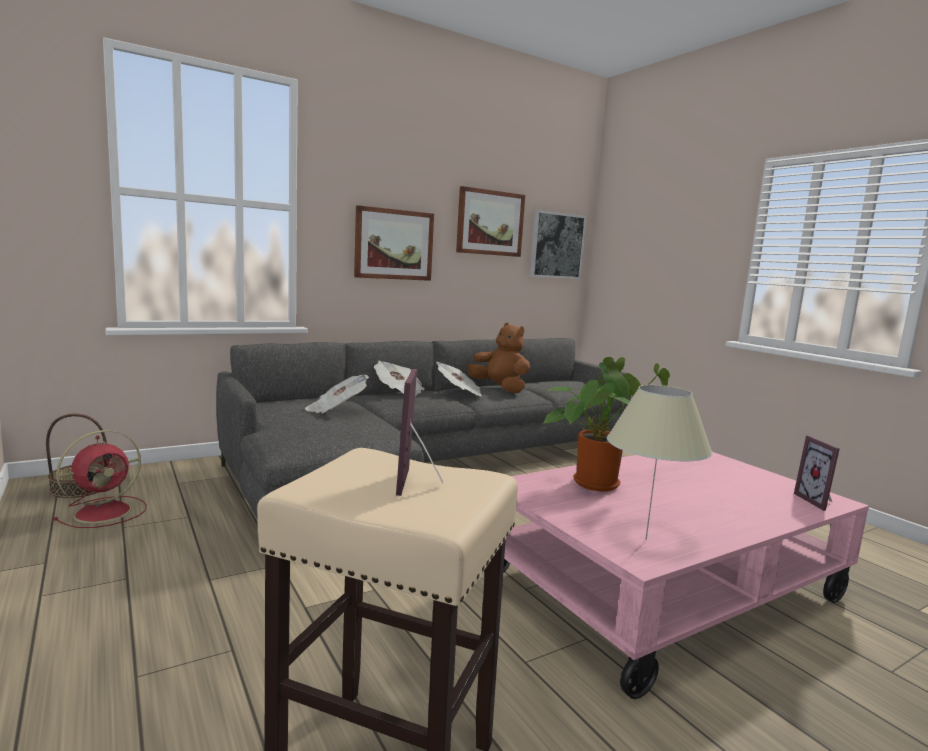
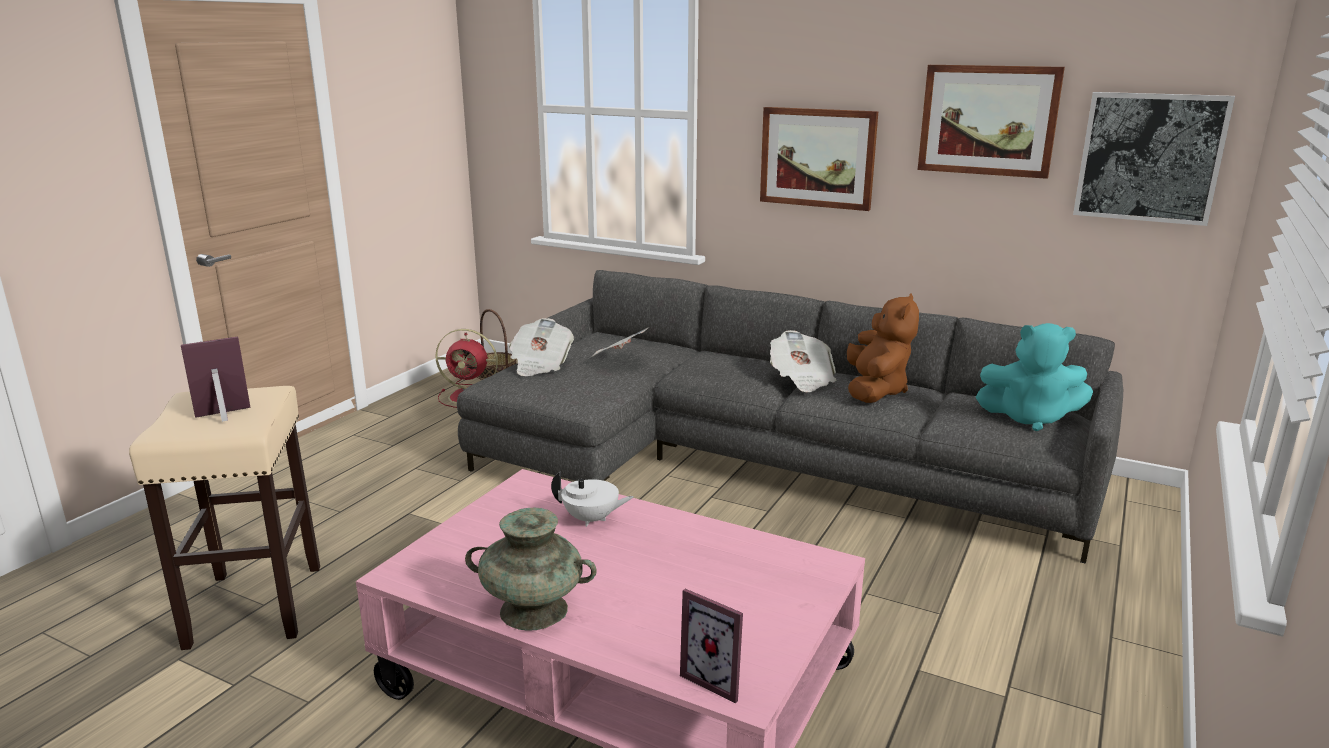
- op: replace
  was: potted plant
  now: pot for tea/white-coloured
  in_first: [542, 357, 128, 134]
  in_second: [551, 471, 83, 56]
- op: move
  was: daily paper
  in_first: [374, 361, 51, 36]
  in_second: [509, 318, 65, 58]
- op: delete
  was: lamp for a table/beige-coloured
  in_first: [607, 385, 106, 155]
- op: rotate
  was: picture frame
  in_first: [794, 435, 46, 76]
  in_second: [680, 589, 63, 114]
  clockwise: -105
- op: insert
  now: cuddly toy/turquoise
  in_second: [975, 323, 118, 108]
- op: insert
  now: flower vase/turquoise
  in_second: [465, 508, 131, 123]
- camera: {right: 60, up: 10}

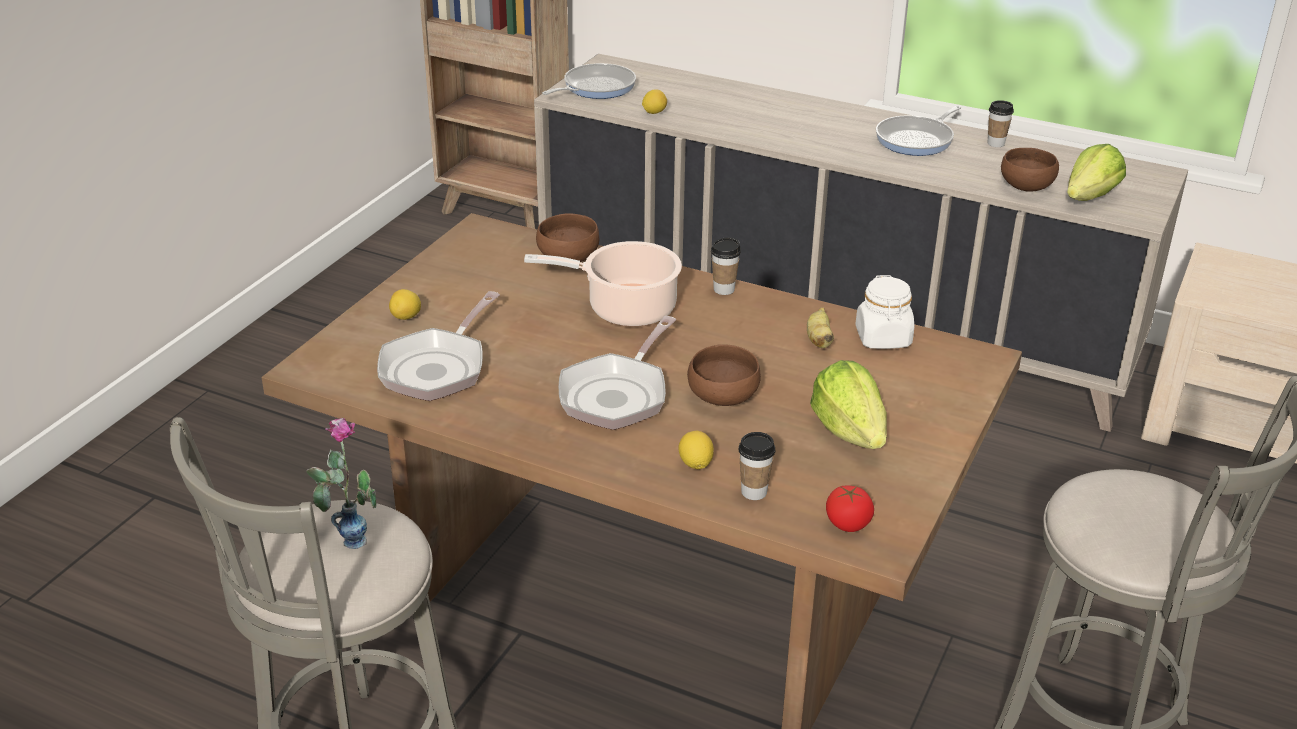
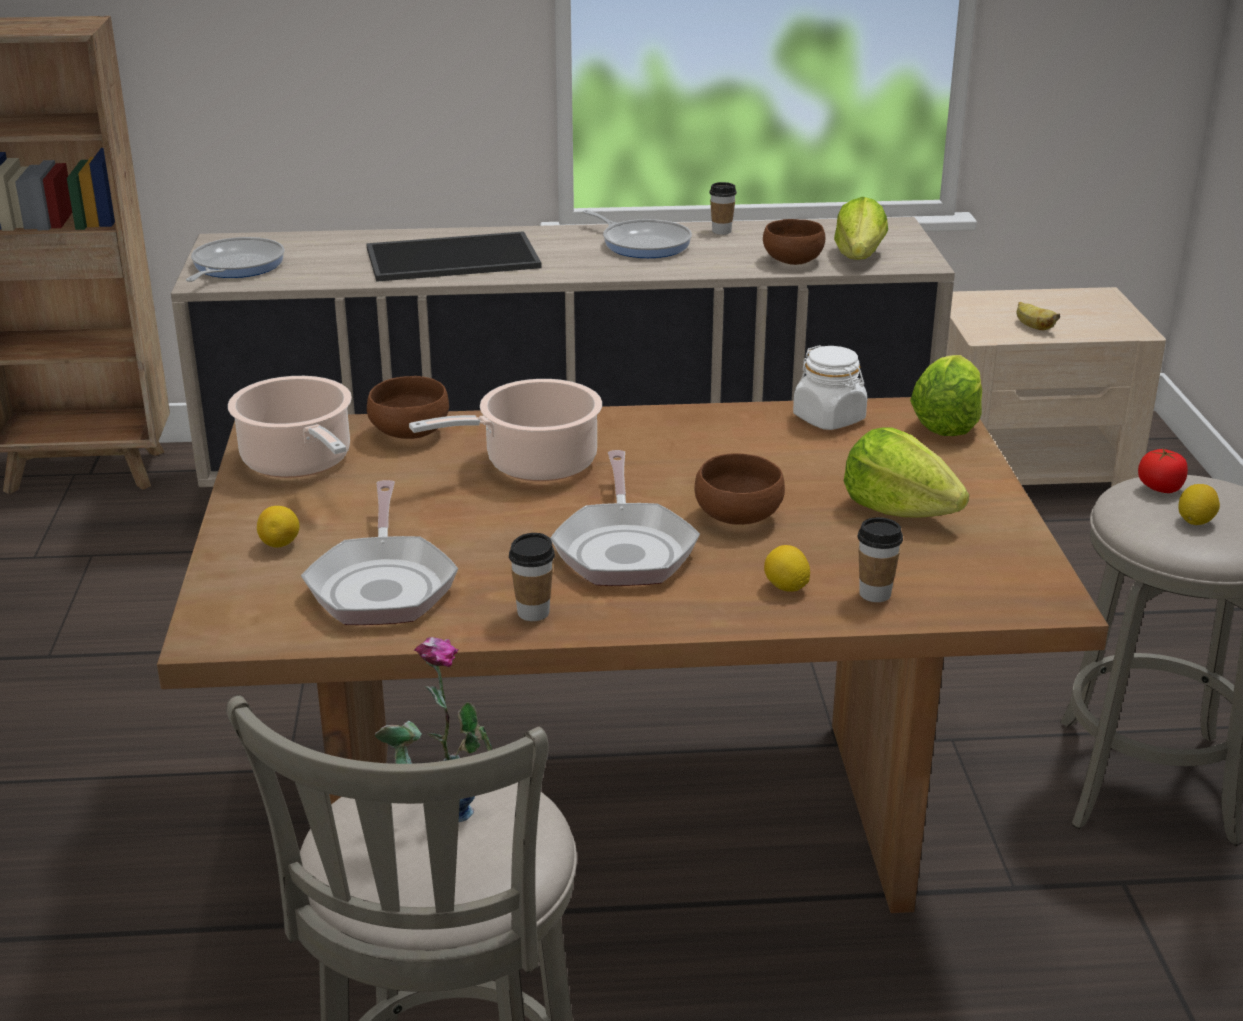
- op: move
  was: whole lemon
  in_first: [642, 89, 25, 25]
  in_second: [1178, 484, 42, 41]
- op: rotate
  was: pan
  in_first: [876, 106, 85, 50]
  in_second: [582, 210, 110, 48]
  clockwise: -60
- op: move
  was: small cup
  in_first: [711, 237, 30, 58]
  in_second: [509, 533, 46, 88]
- op: move
  was: banana fruit
  in_first: [807, 307, 27, 41]
  in_second: [1016, 302, 44, 28]
- op: move
  was: fresh tomato
  in_first: [826, 485, 48, 47]
  in_second: [1138, 448, 50, 45]
- op: insert
  now: serving tray
  in_second: [366, 231, 176, 51]
- op: insert
  now: head of lettuce
  in_second: [910, 355, 72, 81]
- op: insert
  now: saucepot
  in_second: [228, 376, 124, 102]
- camera: {right: -30, up: -5}

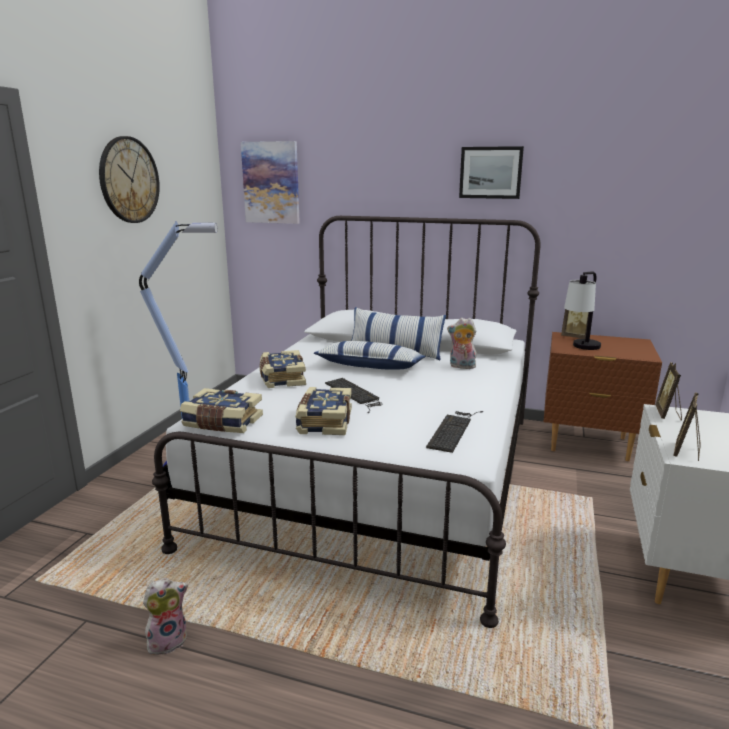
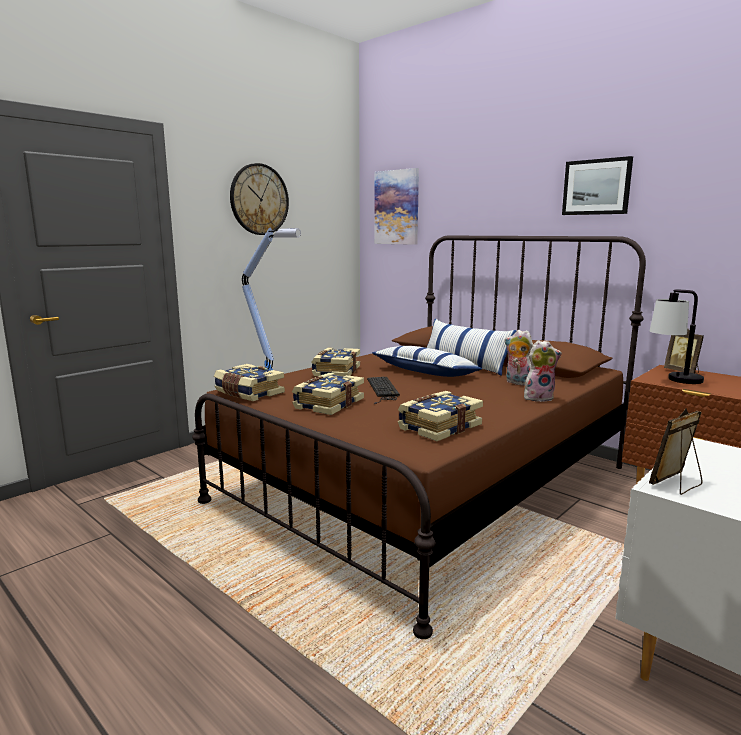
- op: recolor
  was: bedroom bed/white-coloured
  now: bedroom bed/brownish
  in_first: [152, 216, 388, 412]
  in_second: [192, 236, 454, 403]
- op: delete
  was: picture frame
  in_first: [655, 362, 27, 59]
- op: replace
  was: computer keyboard
  now: volume
  in_first: [426, 411, 57, 42]
  in_second: [398, 391, 85, 50]
- op: move
  was: cuddly toy
  in_first: [143, 577, 45, 78]
  in_second: [524, 340, 38, 62]
- camera: {right: 25, up: -5}

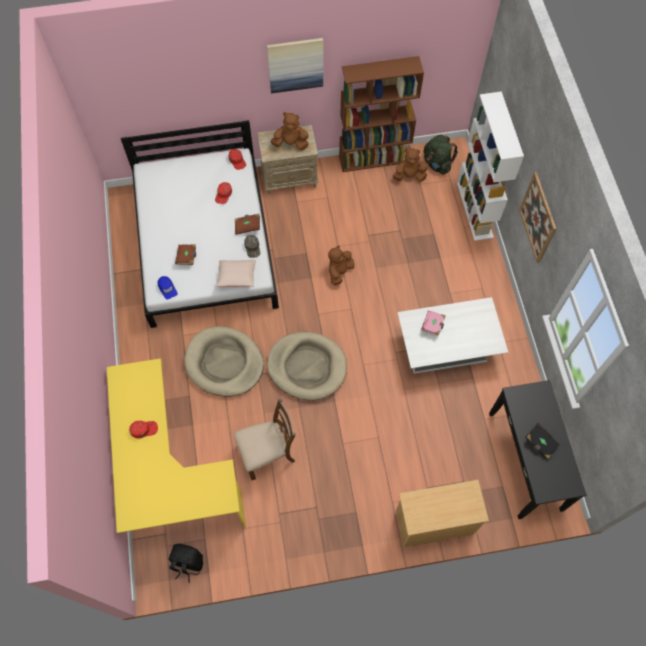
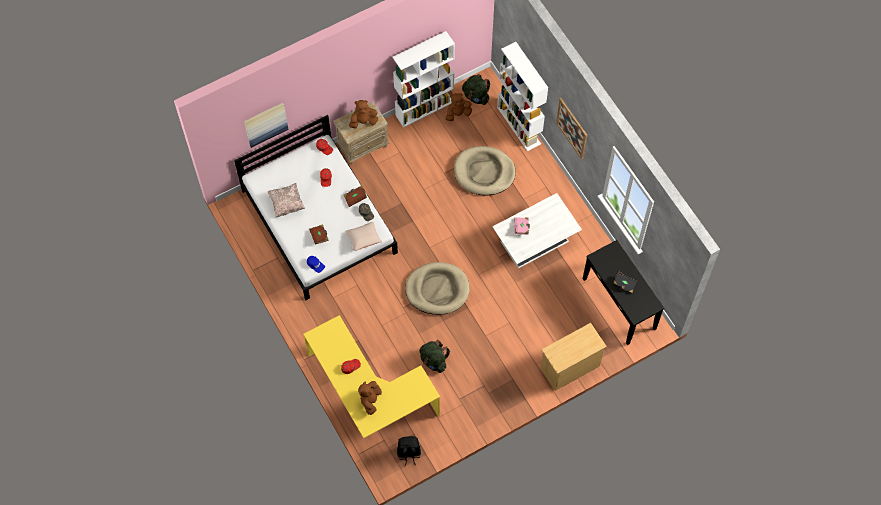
- op: move
  was: wall picture
  in_first: [267, 38, 56, 55]
  in_second: [244, 103, 45, 45]
- op: recolor
  was: bookshelf/brownish
  now: bookshelf/white-coloured
  in_first: [339, 56, 85, 116]
  in_second: [392, 31, 63, 97]
- op: move
  was: cuddly toy/brownish
  in_first: [328, 245, 26, 40]
  in_second: [358, 381, 24, 34]
- op: move
  was: dog bed/beige-coloured
  in_first: [184, 326, 80, 71]
  in_second: [454, 146, 62, 50]
- op: replace
  was: chair/brownish
  now: rucksack/greenish
  in_first: [234, 399, 62, 81]
  in_second: [419, 340, 31, 33]
- op: insert
  now: throw pillow/beige-coloured
  in_second: [267, 183, 38, 35]
- camera: {right: -20, up: 0}

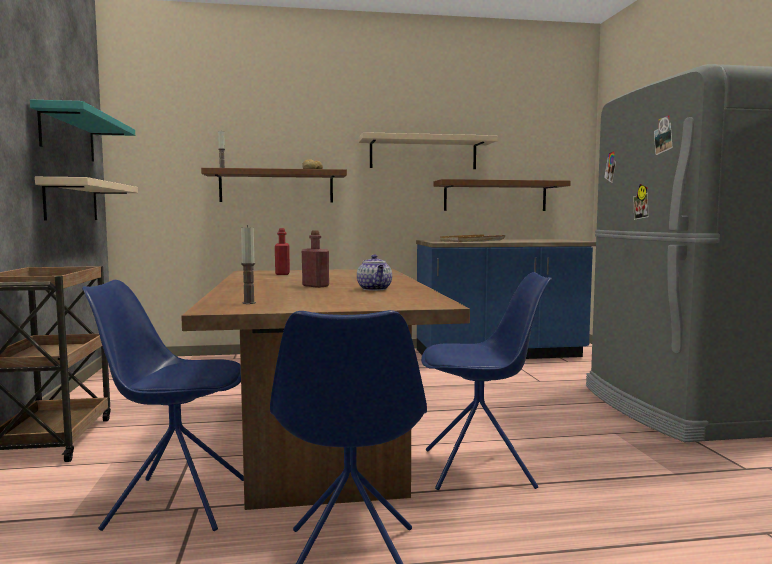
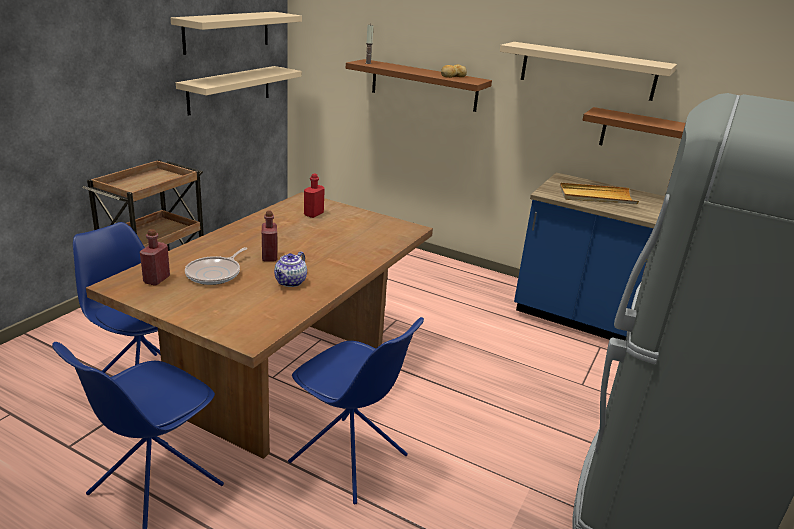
- op: recolor
  was: shelf/turquoise
  now: shelf/beige-coloured
  in_first: [30, 99, 105, 62]
  in_second: [171, 12, 131, 43]
- op: replace
  was: wax light
  now: drink bottle/reddish
  in_first: [241, 225, 15, 79]
  in_second: [140, 229, 30, 57]
- op: insert
  now: pan
  in_second: [185, 247, 62, 38]
- camera: {right: 35, up: 20}

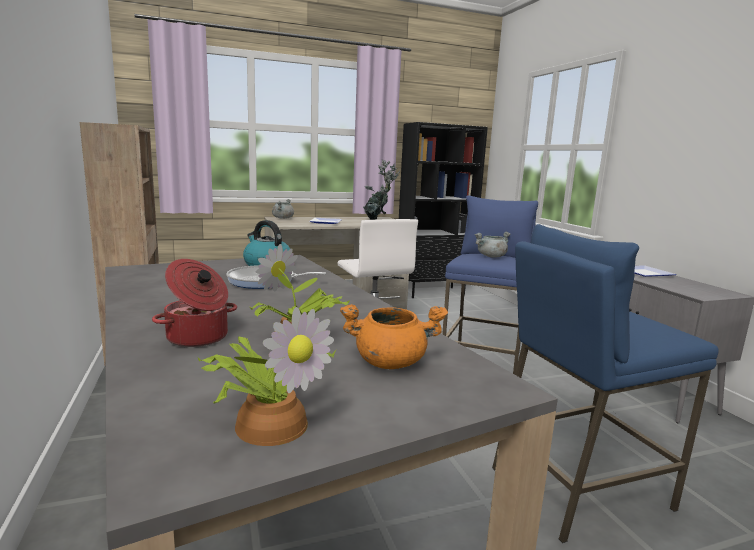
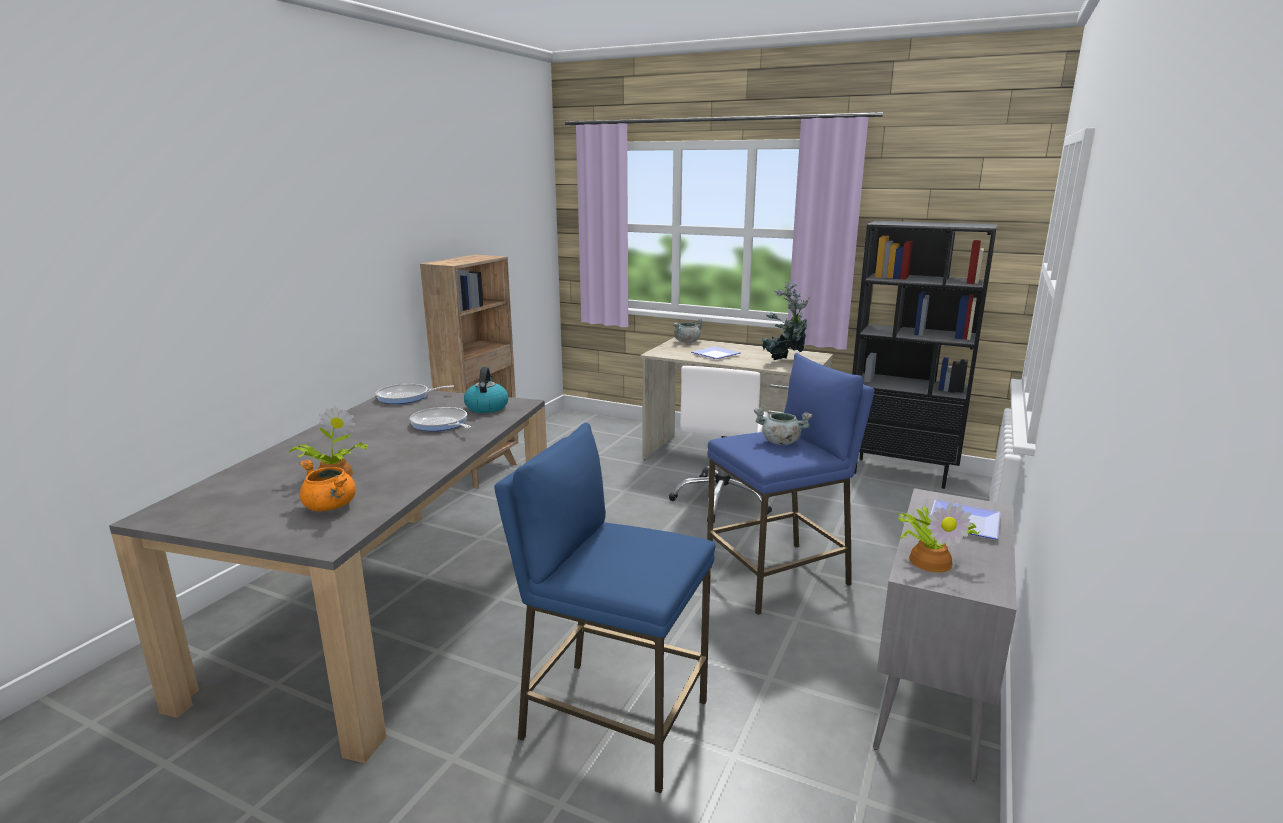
- op: delete
  was: saucepot
  in_first: [152, 259, 85, 88]
- op: move
  was: potted plant
  in_first: [198, 307, 138, 139]
  in_second: [897, 502, 83, 70]
- op: insert
  now: pan
  in_second: [376, 384, 78, 20]
- camera: {right: 45, up: 5}

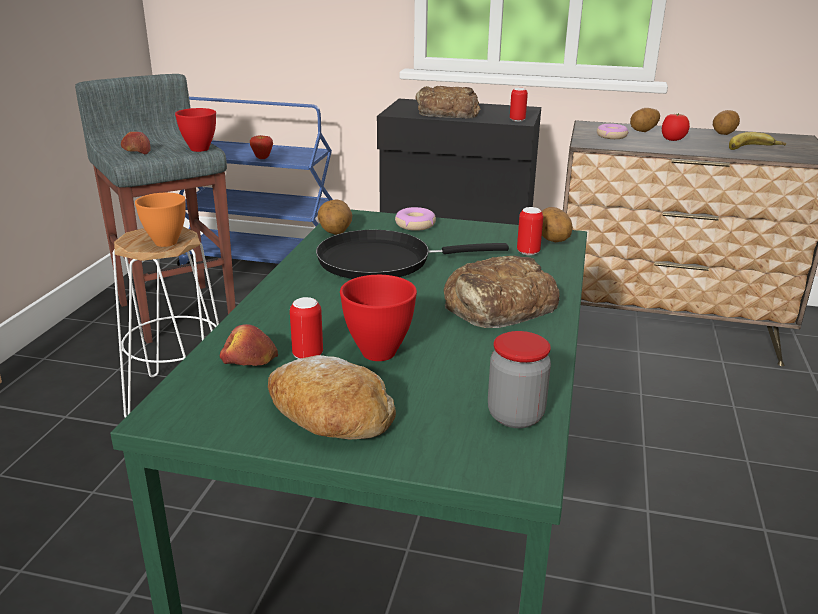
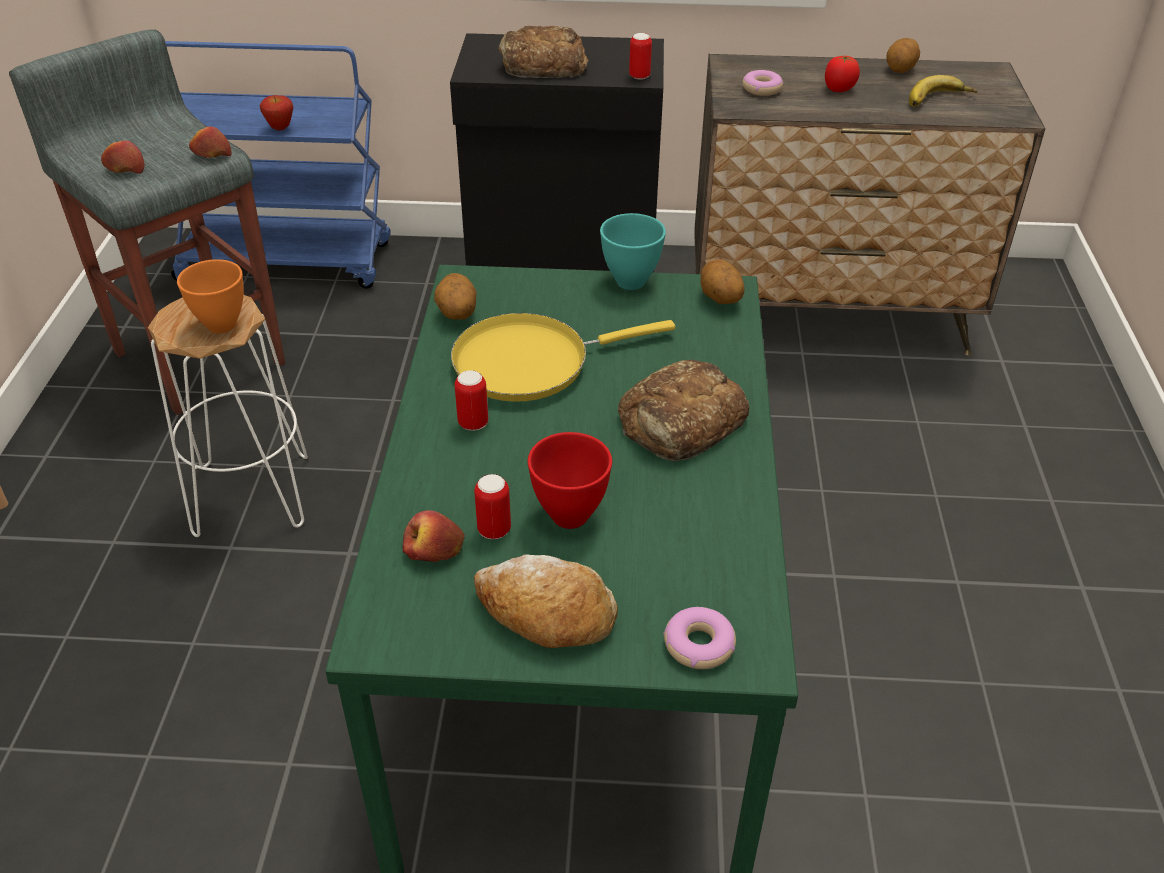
- op: replace
  was: deep dish/reddish
  now: whole apple
  in_first: [175, 108, 41, 44]
  in_second: [189, 126, 43, 32]
- op: delete
  was: whole potato
  in_first: [630, 108, 30, 24]
- op: move
  was: donut
  in_first: [395, 207, 41, 24]
  in_second: [663, 607, 73, 62]
- op: move
  was: can
  in_first: [517, 207, 26, 49]
  in_second: [454, 370, 34, 61]
- op: recolor
  was: pan/black
  now: pan/yellow
  in_first: [316, 230, 193, 49]
  in_second: [451, 313, 224, 89]
- op: delete
  was: storage jar
  in_first: [488, 331, 63, 97]
- op: insert
  now: deep dish/turquoise
  in_second: [600, 213, 66, 77]
- camera: {right: -10, up: 15}

